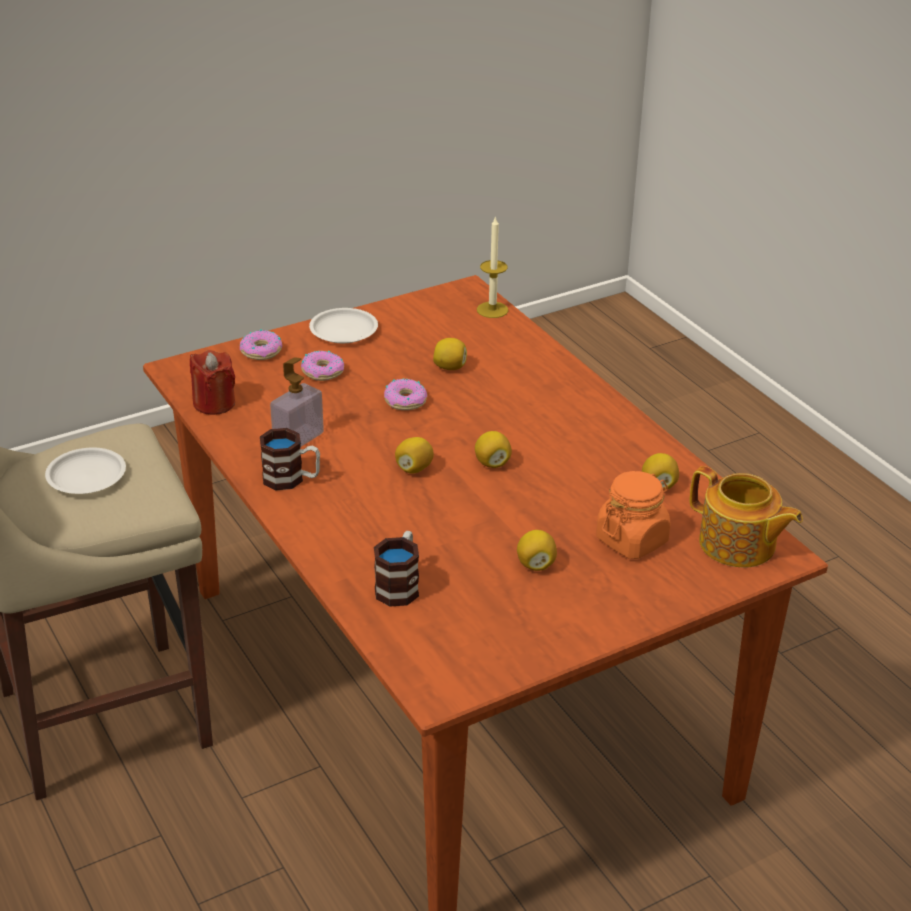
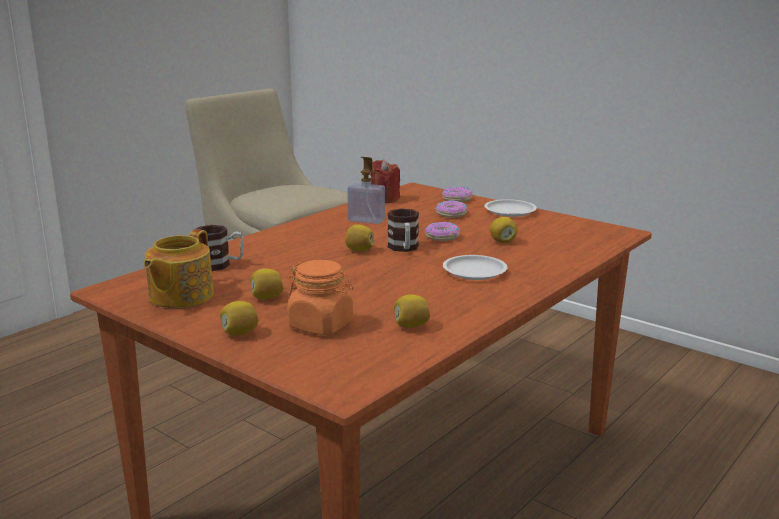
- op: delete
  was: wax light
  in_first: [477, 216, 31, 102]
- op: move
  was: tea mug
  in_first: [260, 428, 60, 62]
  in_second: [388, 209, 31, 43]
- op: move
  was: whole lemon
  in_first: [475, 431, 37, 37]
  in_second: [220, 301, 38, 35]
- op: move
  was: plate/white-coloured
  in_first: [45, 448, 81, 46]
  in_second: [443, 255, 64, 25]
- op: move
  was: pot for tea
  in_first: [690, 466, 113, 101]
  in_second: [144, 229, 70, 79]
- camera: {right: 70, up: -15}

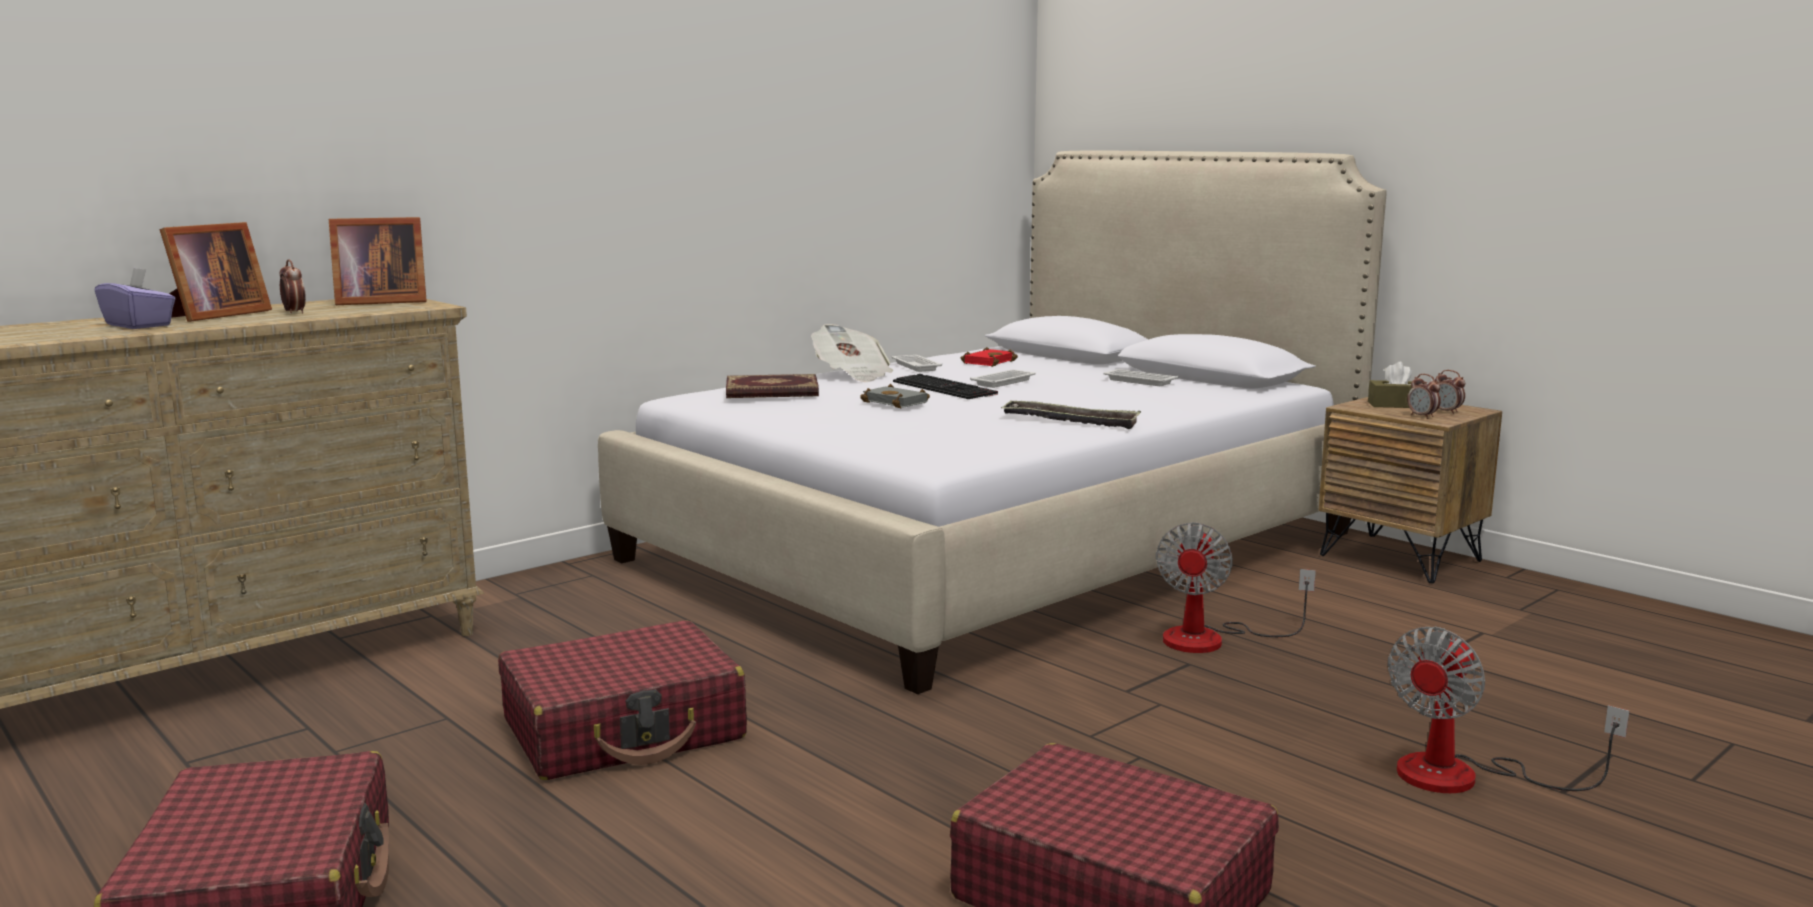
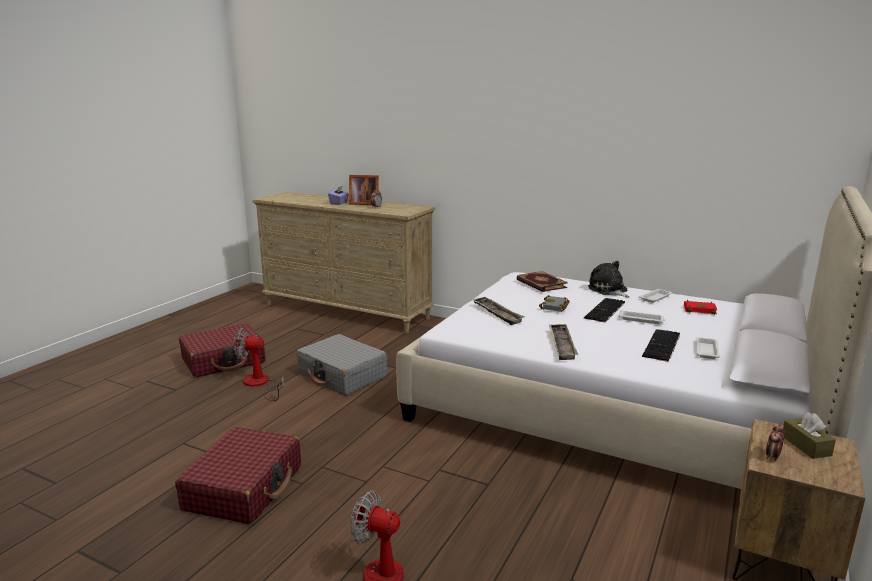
- op: delete
  was: picture frame
  in_first: [329, 217, 98, 88]
- op: replace
  was: daily paper
  now: cuddly toy
  in_first: [811, 324, 82, 58]
  in_second: [588, 261, 41, 36]
- op: delete
  was: bedside clock
  in_first: [1435, 370, 30, 44]
- op: move
  was: cooling fan
  in_first: [1156, 522, 160, 131]
  in_second: [234, 328, 50, 73]
- op: recolor
  was: travel case/reddish
  now: travel case/grey
  in_first: [498, 620, 249, 160]
  in_second: [296, 334, 91, 61]
- op: insert
  now: serving tray
  in_second: [472, 296, 53, 29]
- op: insert
  now: computer keyboard
  in_second: [642, 329, 38, 33]
- camera: {right: 70, up: 5}

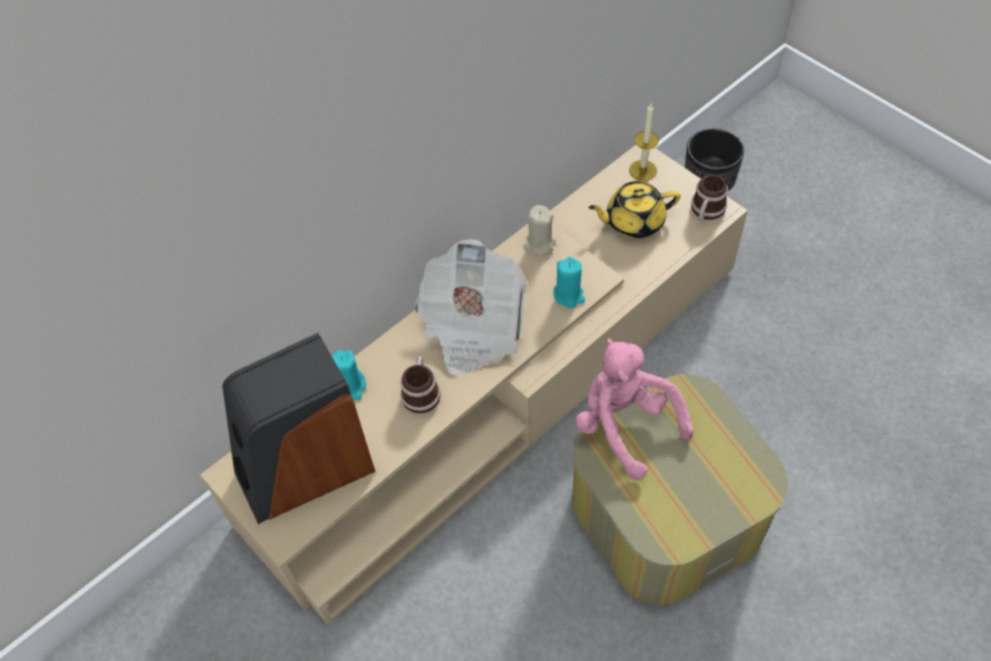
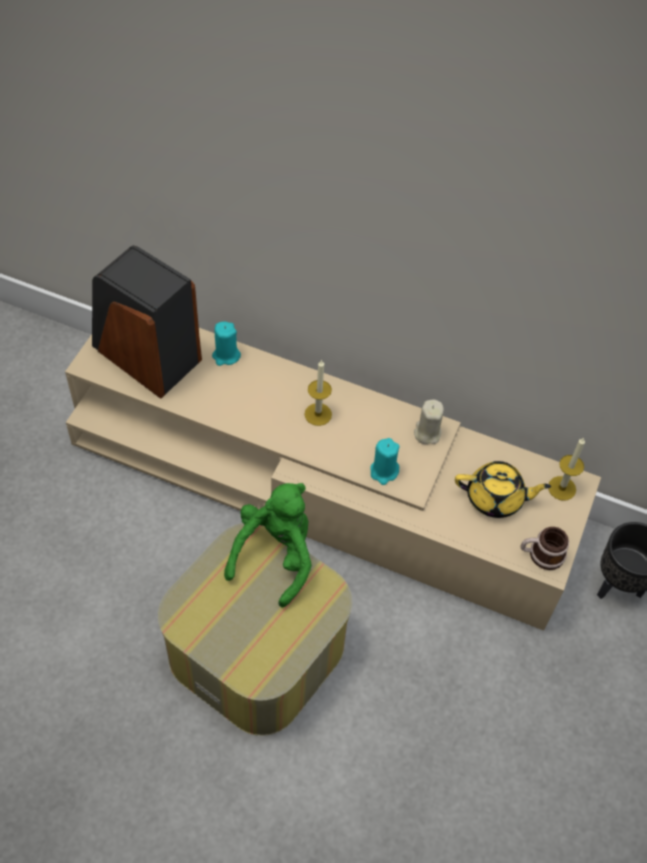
- op: rotate
  was: pot for tea/yellow
  in_first: [588, 181, 92, 57]
  in_second: [455, 461, 96, 57]
  clockwise: 135
- op: replace
  was: daily paper
  now: wax light
  in_first: [415, 239, 113, 137]
  in_second: [304, 359, 28, 67]
- op: recolor
  was: cuddly toy/pink
  now: cuddly toy/greenish
  in_first: [575, 339, 119, 141]
  in_second: [224, 483, 88, 125]
- op: delete
  was: tea mug
  in_first: [400, 356, 41, 57]
- camera: {right: 60, up: 0}

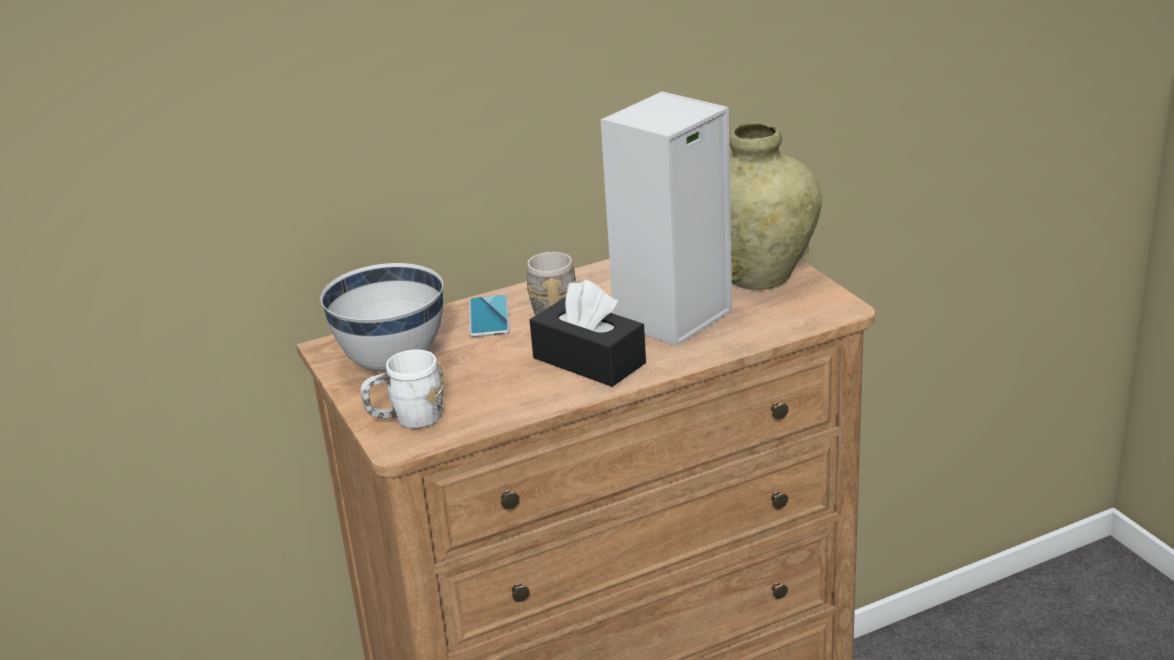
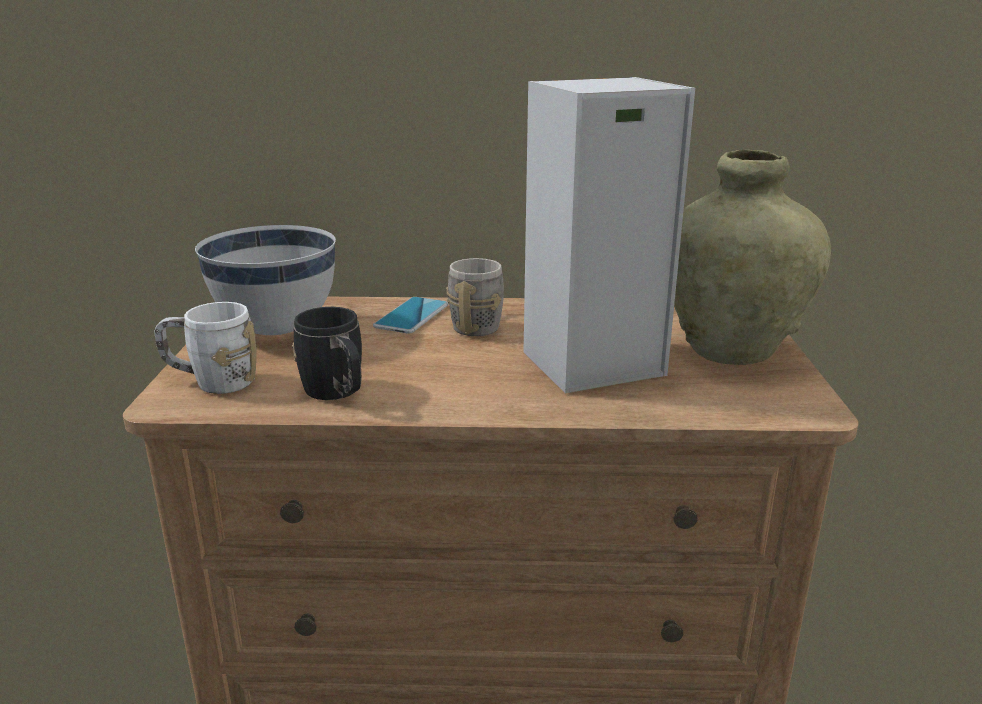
- op: delete
  was: tissue box/black
  in_first: [530, 280, 116, 107]
- op: insert
  now: tea mug/black
  in_second: [292, 307, 70, 93]
- camera: {right: 25, up: -5}

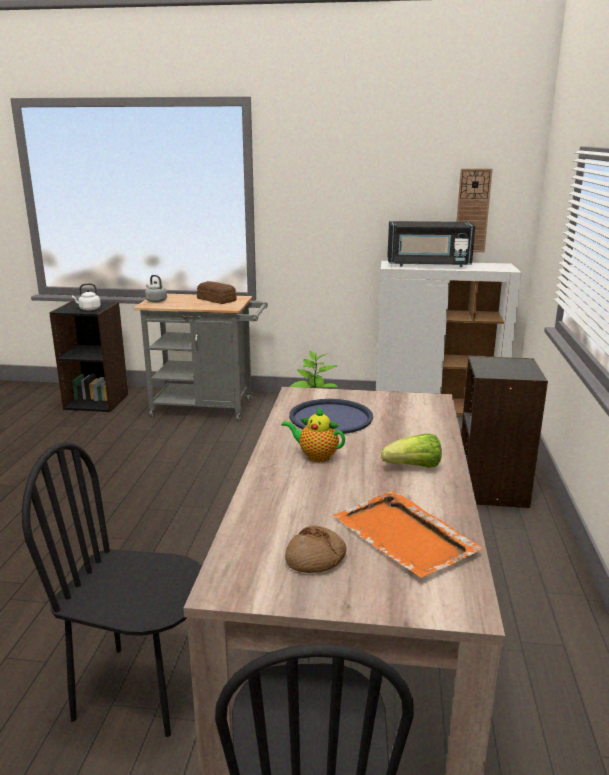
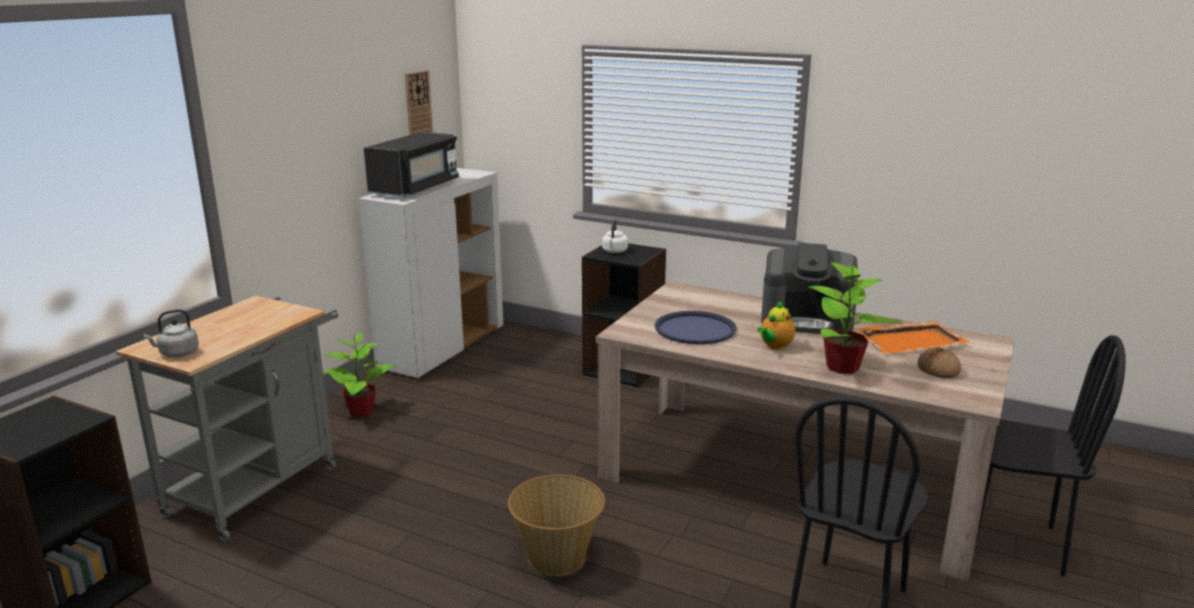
- op: delete
  was: bakery bread
  in_first: [197, 281, 40, 23]
- op: move
  was: tea kettle/white-coloured
  in_first: [72, 283, 29, 27]
  in_second: [602, 219, 26, 34]
- op: replace
  was: head of lettuce
  now: coffee maker
  in_first: [381, 433, 61, 35]
  in_second: [761, 243, 97, 91]
- op: insert
  now: potted plant
  in_second: [808, 262, 95, 112]
- op: insert
  now: basket
  in_second: [508, 475, 97, 101]
- camera: {right: -70, up: 0}

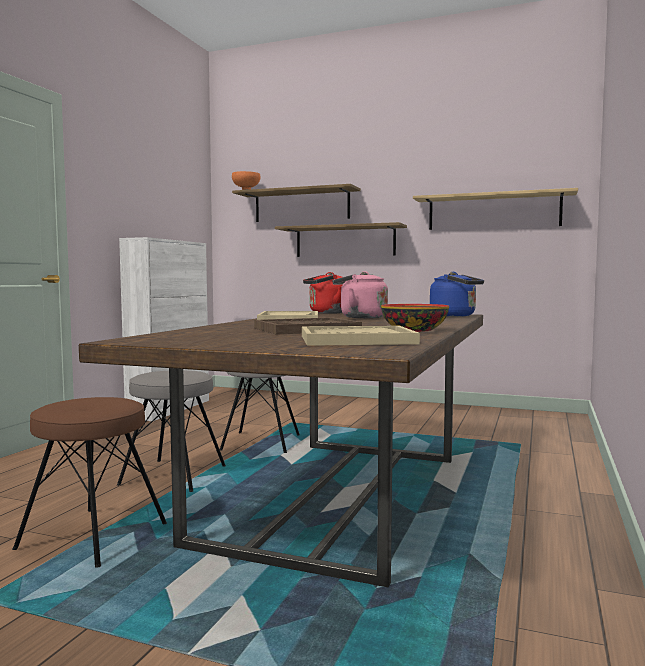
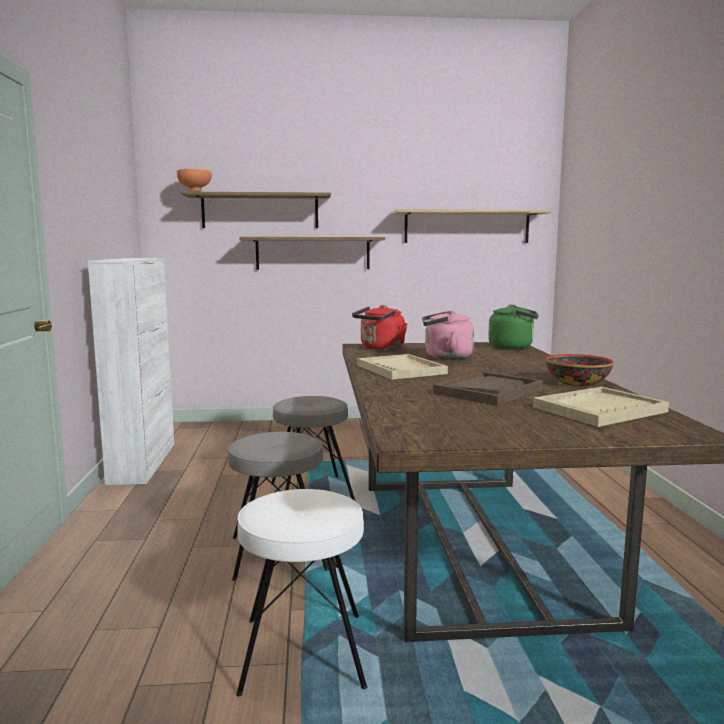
- op: recolor
  was: tea kettle/bluish
  now: tea kettle/greenish
  in_first: [430, 272, 54, 45]
  in_second: [488, 305, 51, 44]
- op: recolor
  was: stool seat/brownish
  now: stool seat/white-coloured
  in_first: [12, 397, 155, 171]
  in_second: [236, 489, 131, 207]
- camera: {right: -25, up: 5}

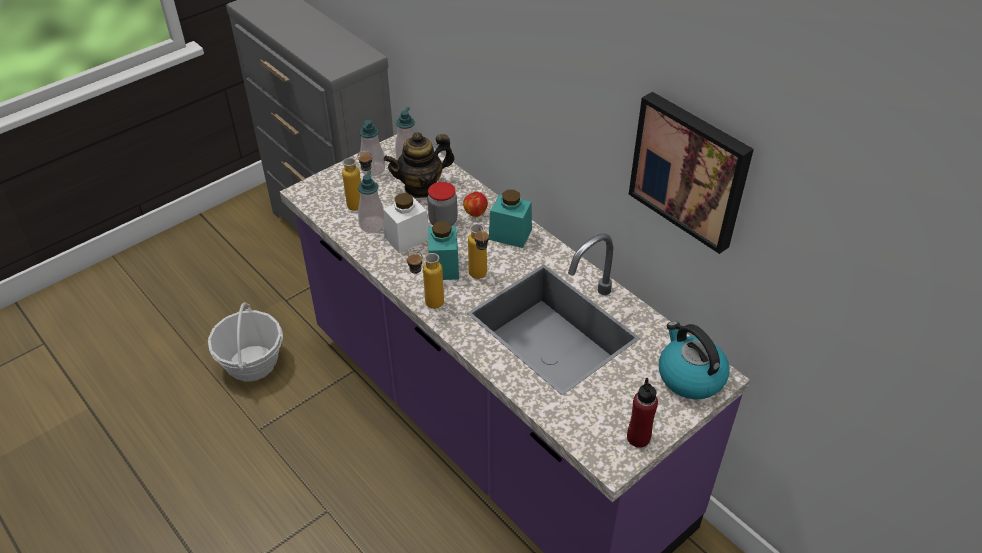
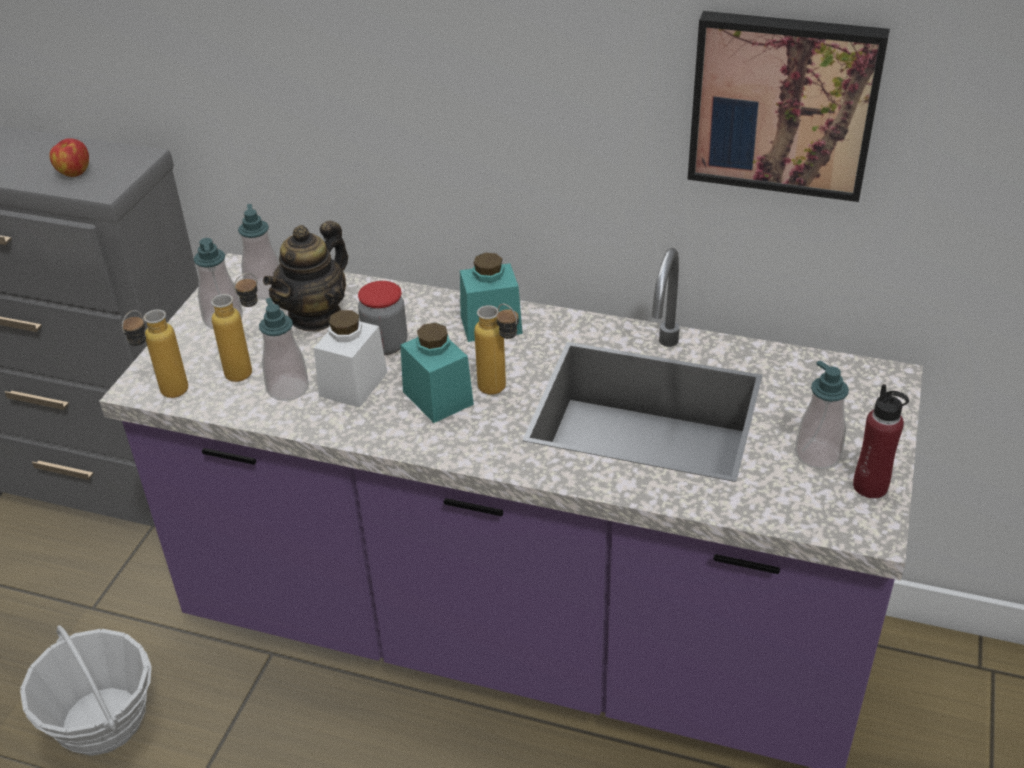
- op: move
  was: whole apple
  in_first: [463, 192, 25, 25]
  in_second: [49, 138, 40, 39]
- op: move
  was: drink bottle
  in_first: [407, 252, 37, 57]
  in_second: [121, 309, 67, 89]
- op: delete
  was: tea kettle
  in_first: [659, 321, 71, 78]
- op: insert
  now: soap dispenser
  in_second: [795, 360, 54, 109]
- camera: {right: -30, up: -5}

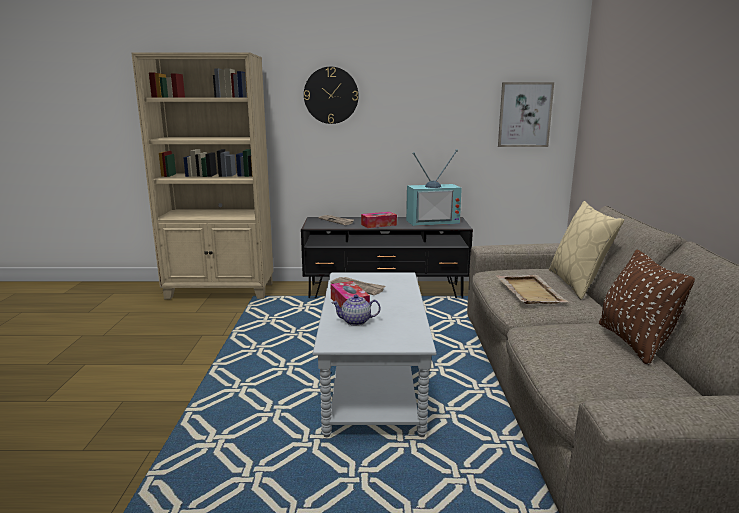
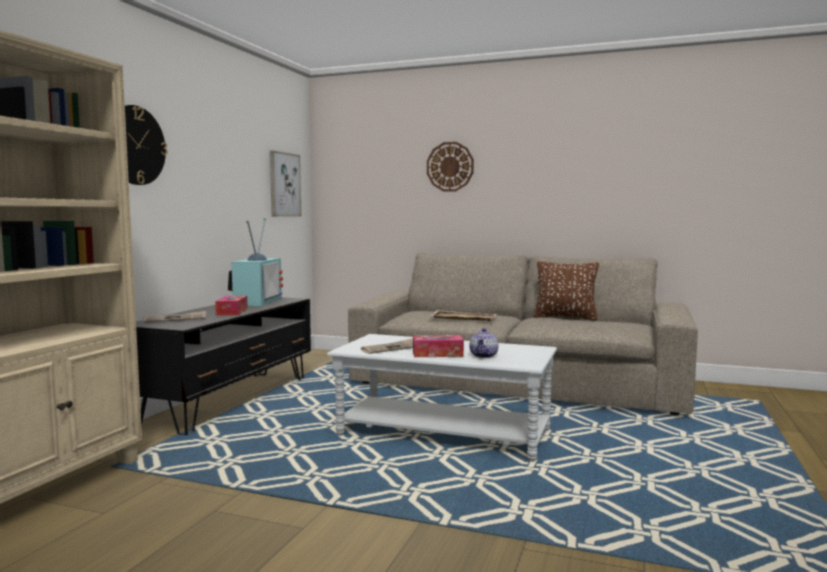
- op: delete
  was: throw pillow/beige-coloured
  in_first: [549, 201, 75, 99]
- op: insert
  now: clock on the wall
  in_second: [427, 142, 47, 50]
- camera: {right: -70, up: -10}

